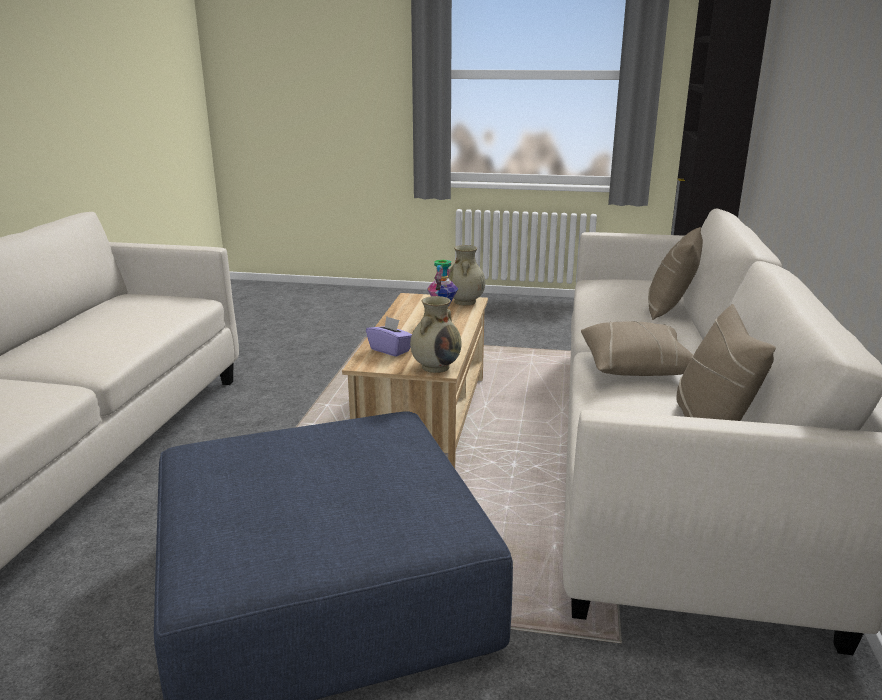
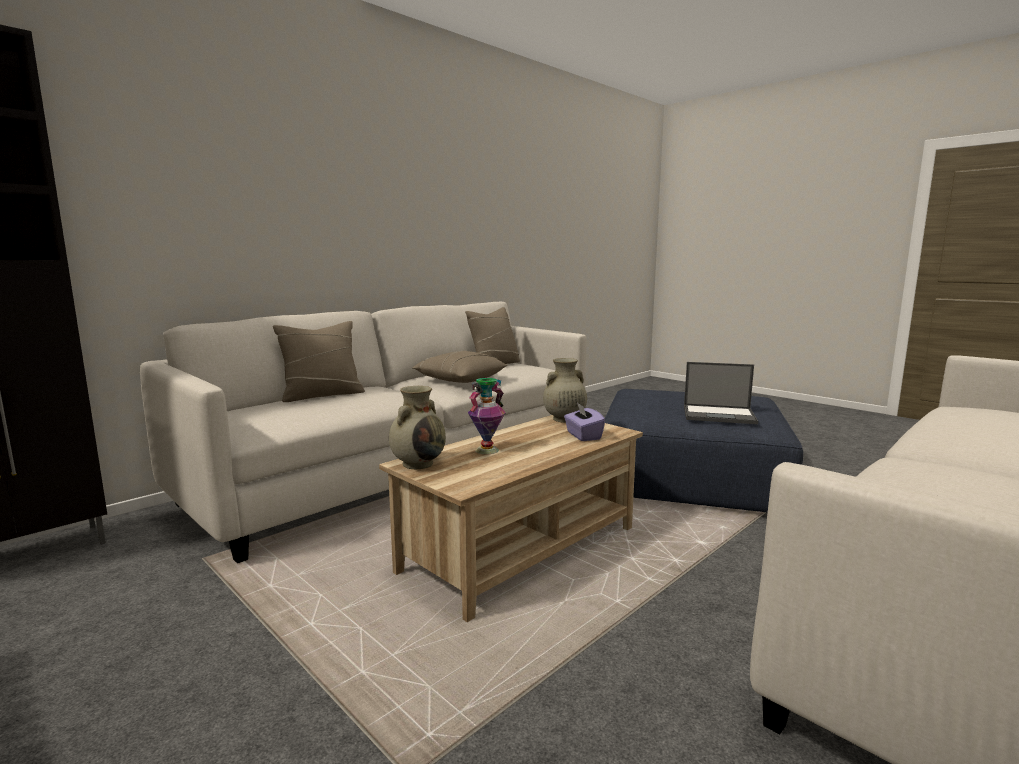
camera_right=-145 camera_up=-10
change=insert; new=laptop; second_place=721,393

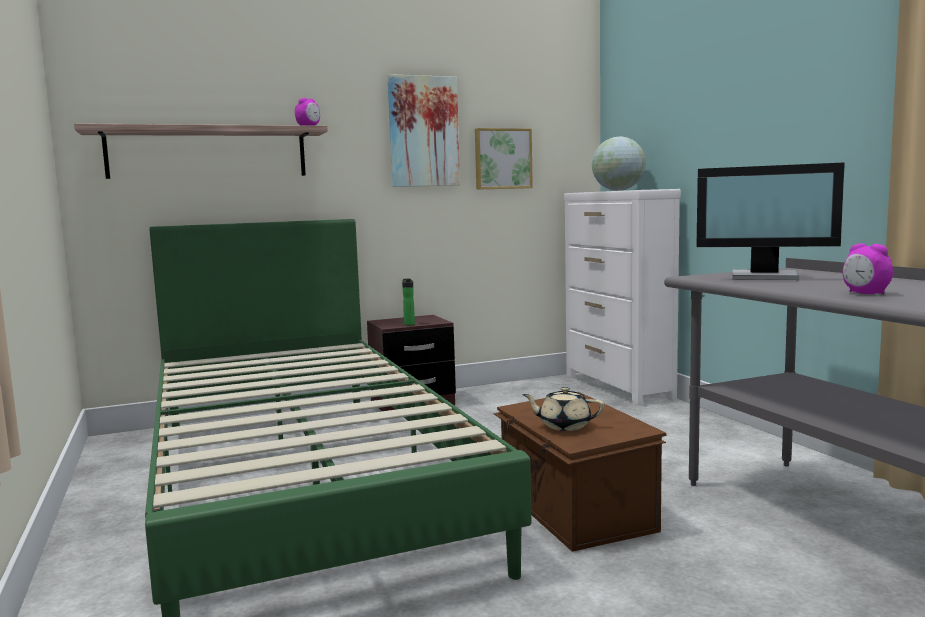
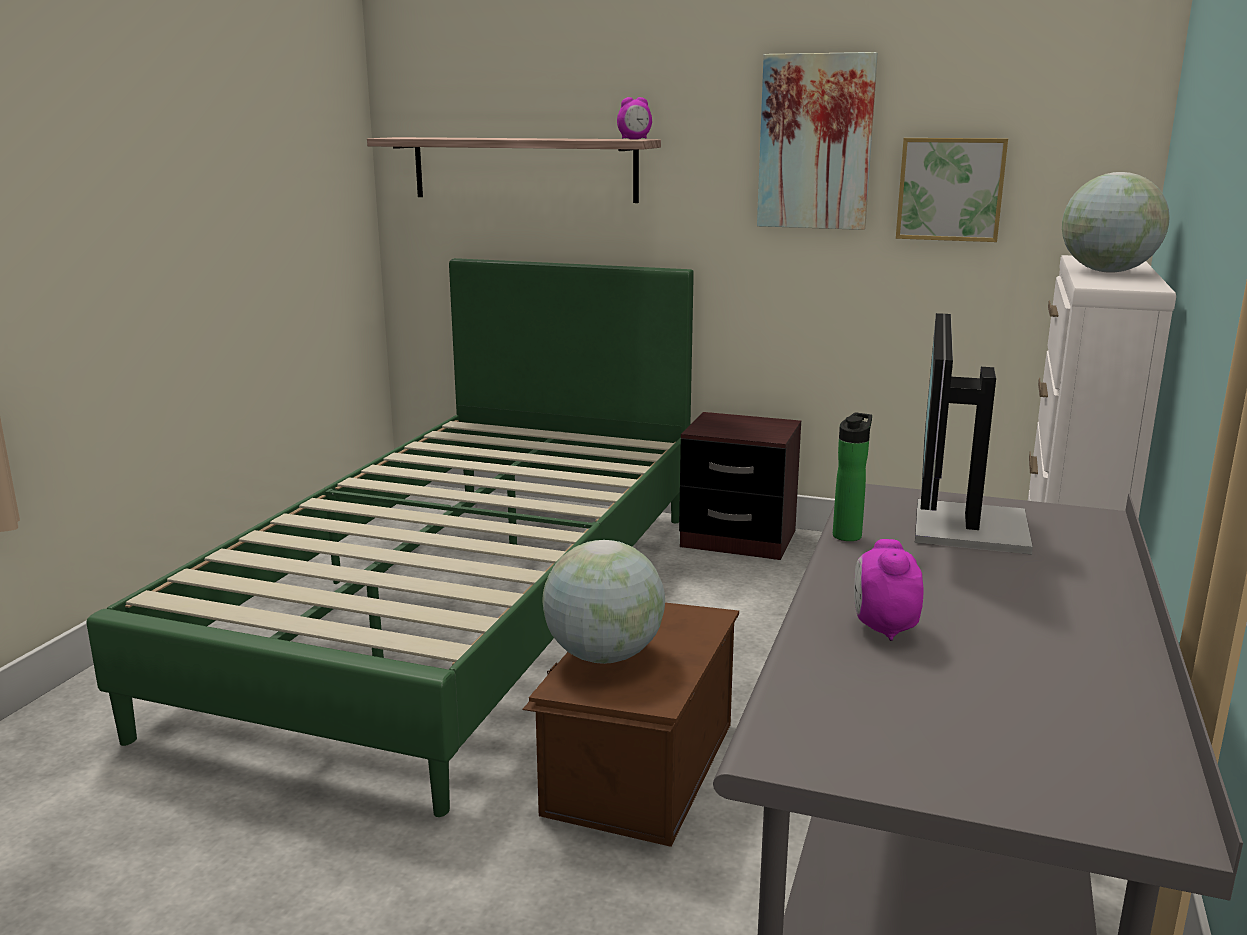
camera_right=40 camera_up=10
change=rotate; old=monitor; first_place=770,221; second_place=974,434; degrees=45
change=move; old=bottle; first_place=408,301; second_place=852,476
change=replace; old=beige teapot; new=globe; first_place=563,409; second_place=603,602

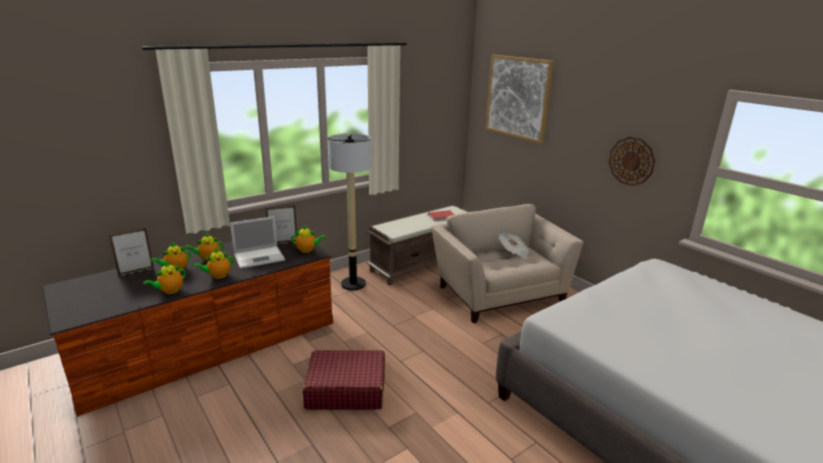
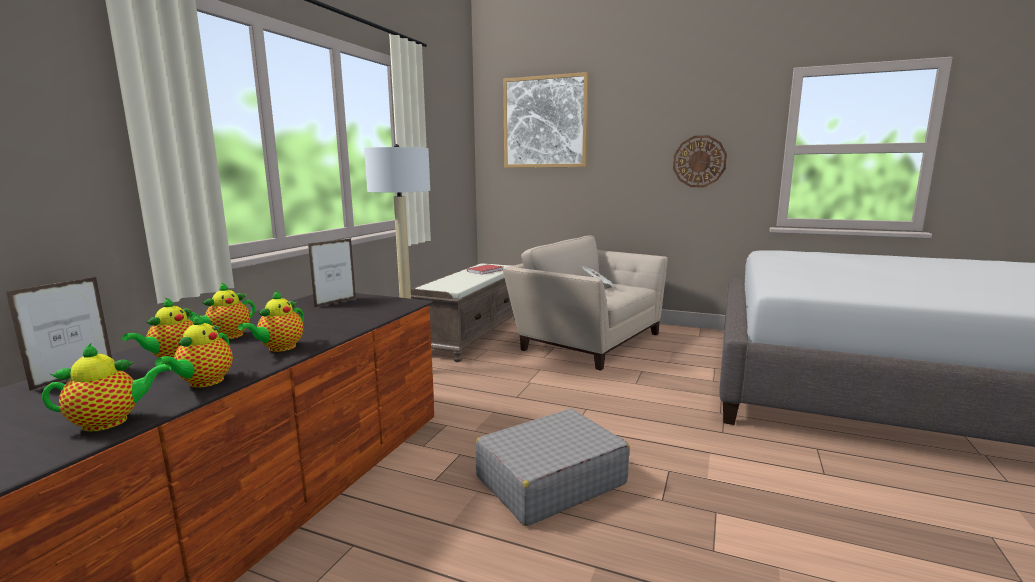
camera_right=-30 camera_up=-10
change=delete; old=laptop; first_place=257,242
change=move; old=teapot; first_place=308,239; second_place=106,387
change=recolor; old=red suitcase; new=grey suitcase; first_place=343,380; second_place=552,467

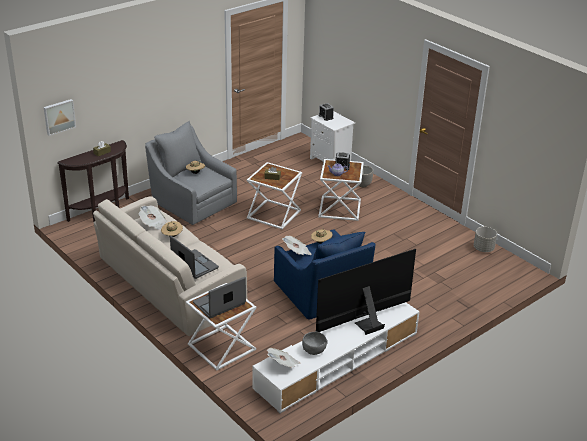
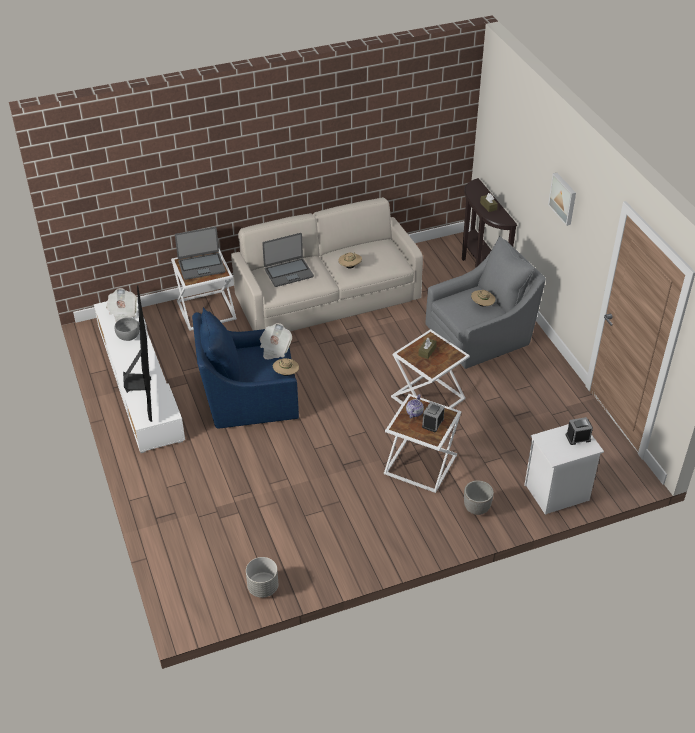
camera_right=110 camera_up=10
change=move; old=picture; first_place=60,117; second_place=562,199
change=delete; old=newspaper; first_place=152,218
change=rotate; old=laptop; first_place=219,297; second_place=200,253; degrees=90

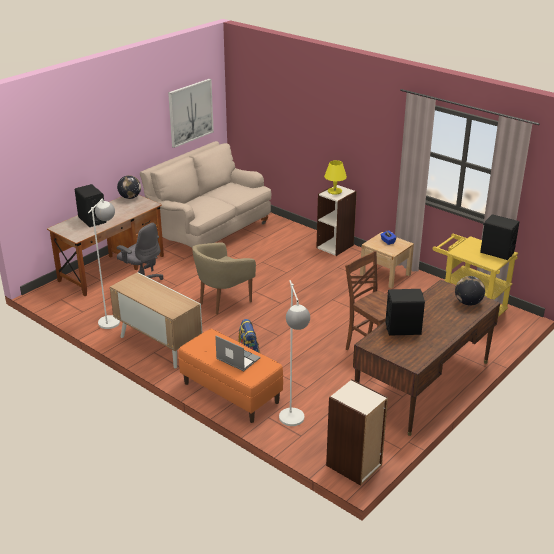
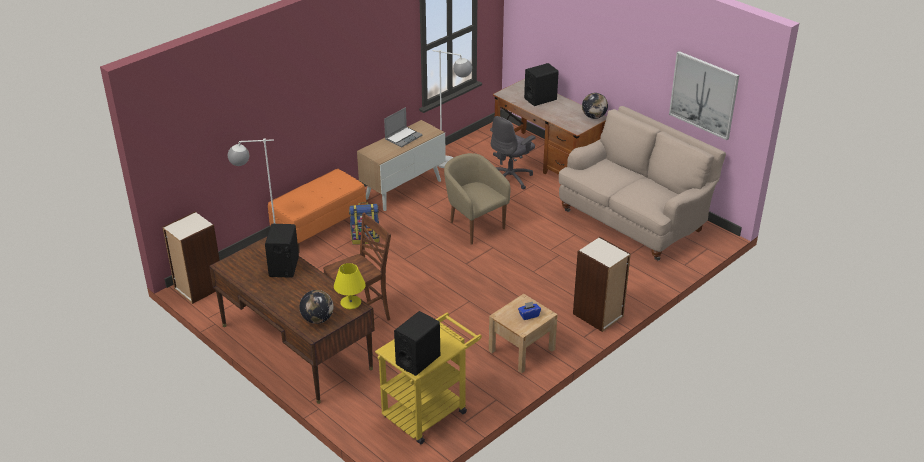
camera_right=95 camera_up=5
change=move; old=yellow table lamp; first_place=335,177; second_place=350,286
change=move; old=laptop; first_place=237,353; second_place=403,127

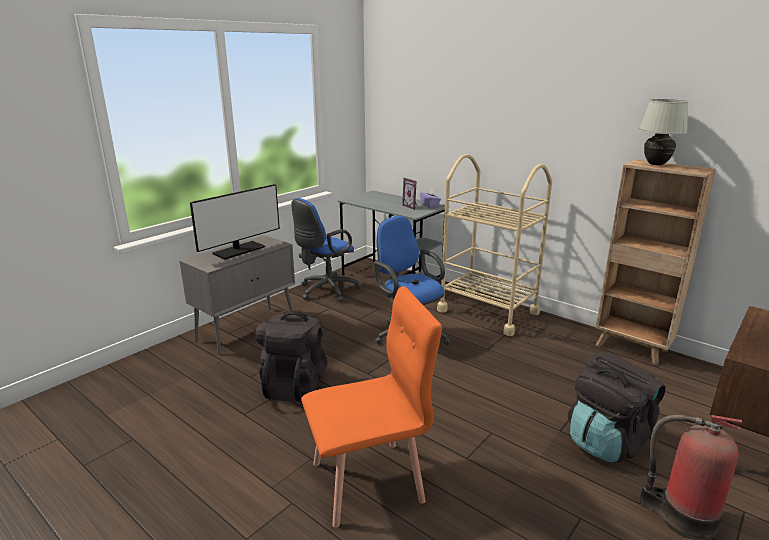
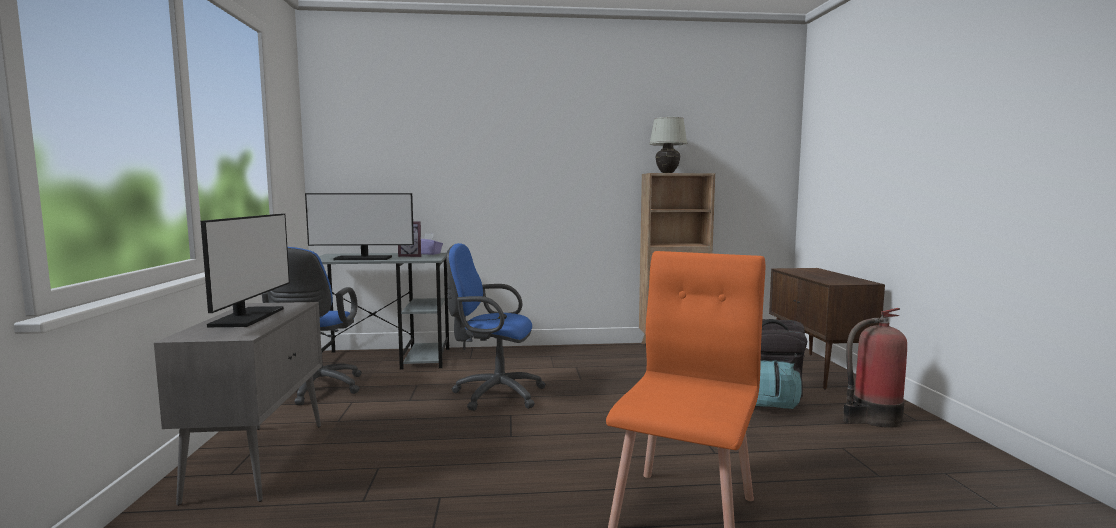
camera_right=-45 camera_up=-15
change=delete; old=beige cart; first_place=494,245
change=delete; old=black backpack; first_place=291,356
change=insert; new=monitor; second_place=359,226

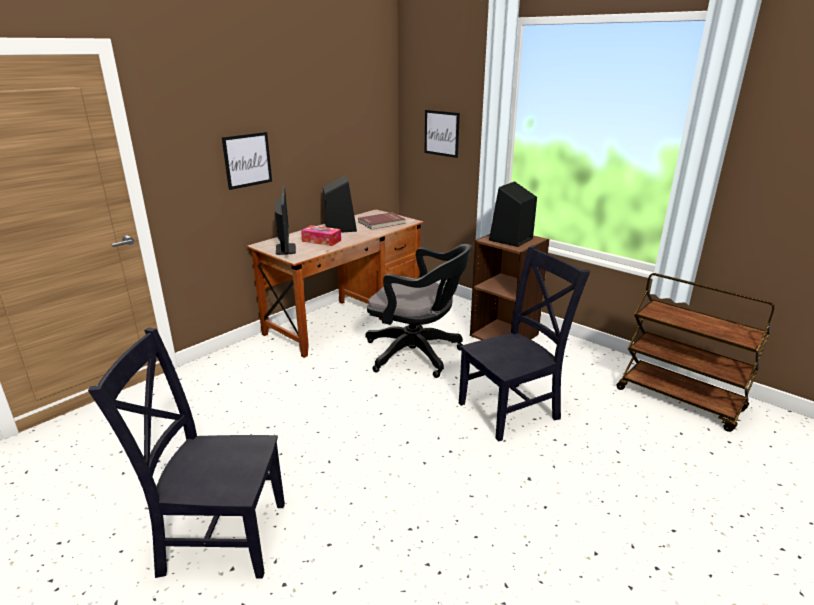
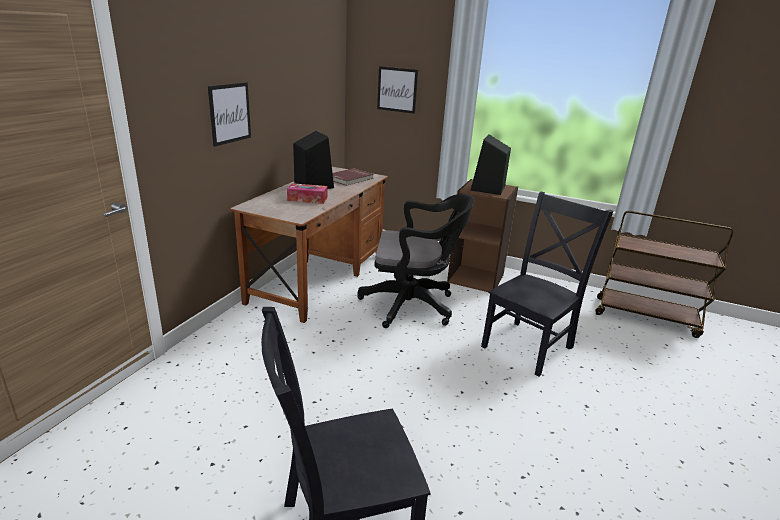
camera_right=-20 camera_up=0
change=delete; old=monitor; first_place=285,220

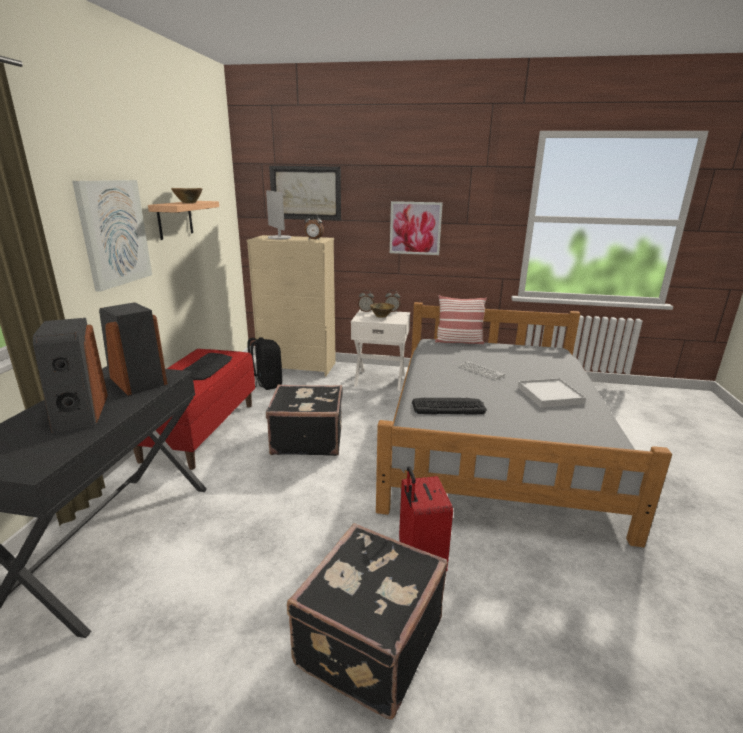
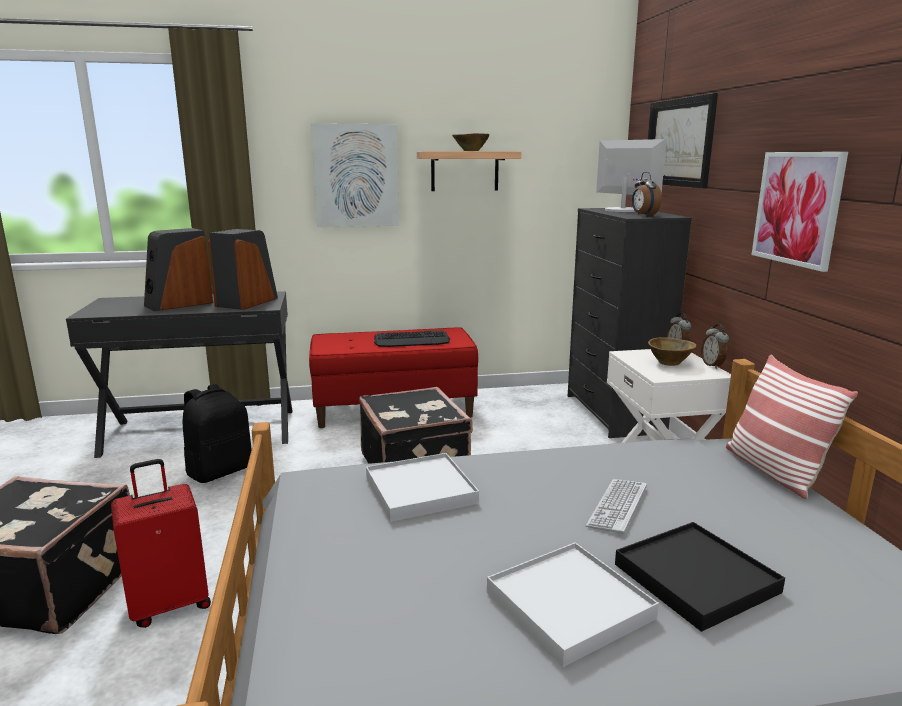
camera_right=70 camera_up=-5
change=rotate; old=monitor; first_place=278,214; second_place=631,175; degrees=105
change=recolor; old=beige dresser; new=black dresser; first_place=291,306; second_place=630,323
change=move; old=black backpack; first_place=264,363; second_place=217,433
change=replace; old=keyboard; new=white tray; first_place=449,406; second_place=422,487
change=insert; new=black tray; second_place=700,577

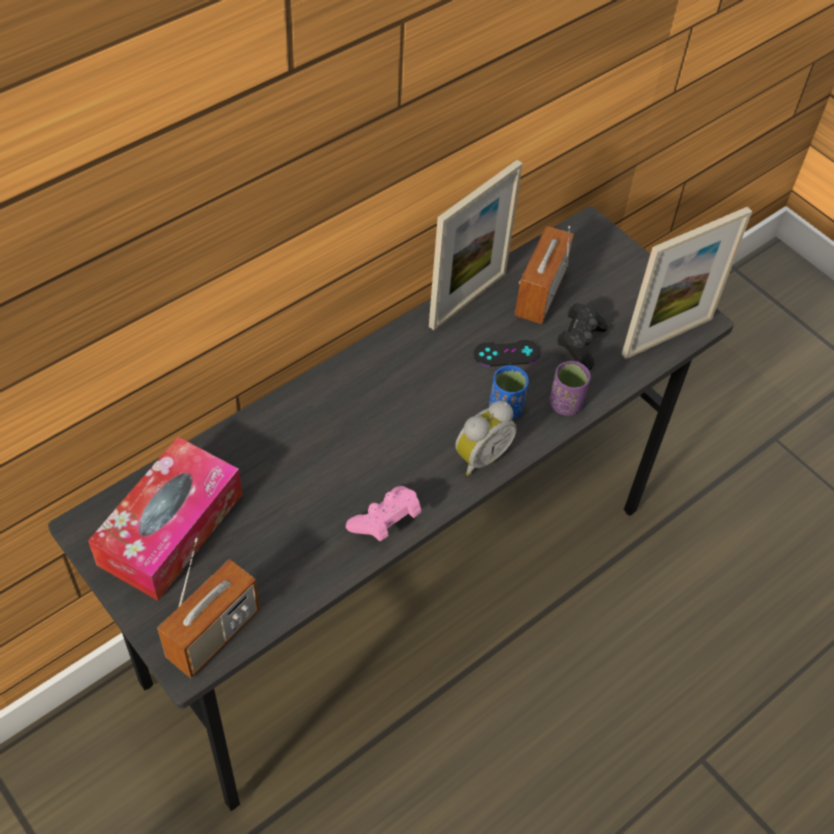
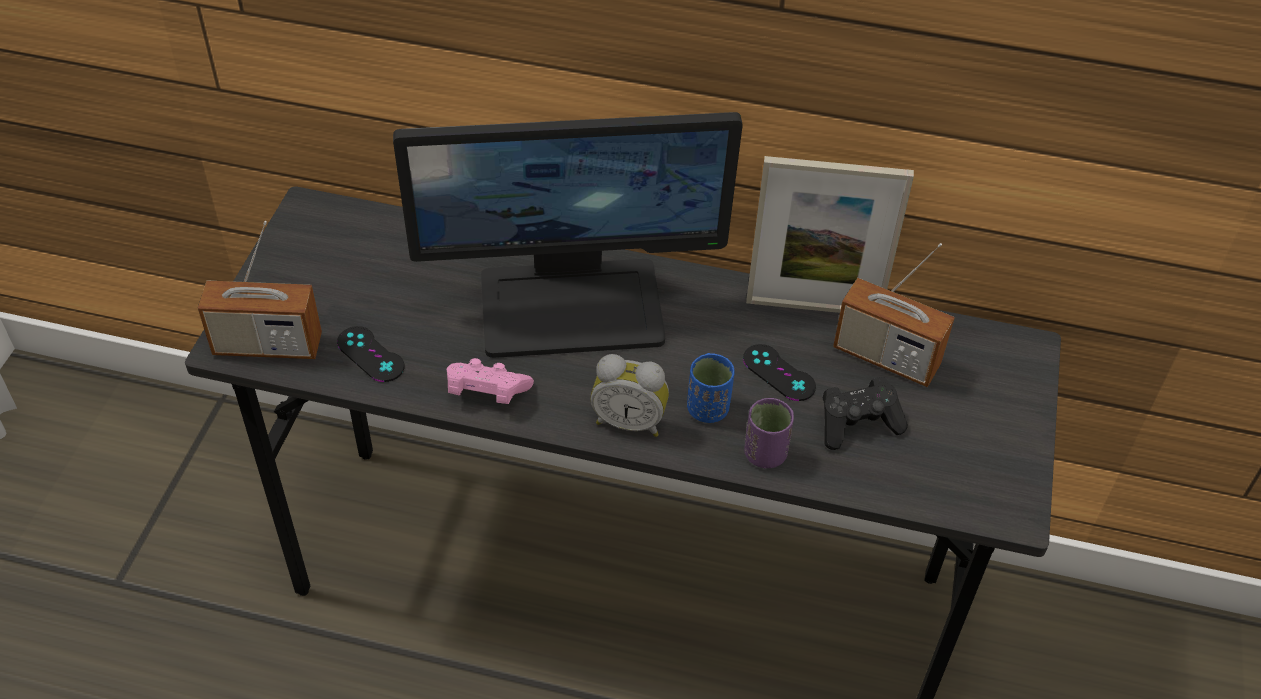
camera_right=55 camera_up=-5
change=delete; old=picture frame; first_place=687,283
change=rotate; old=radio; first_place=544,275; second_place=894,315; degrees=-135
change=delete; old=tissue box; first_place=165,519
change=insert; new=monitor; second_place=568,235
change=insert; new=black game controller; second_place=370,354

